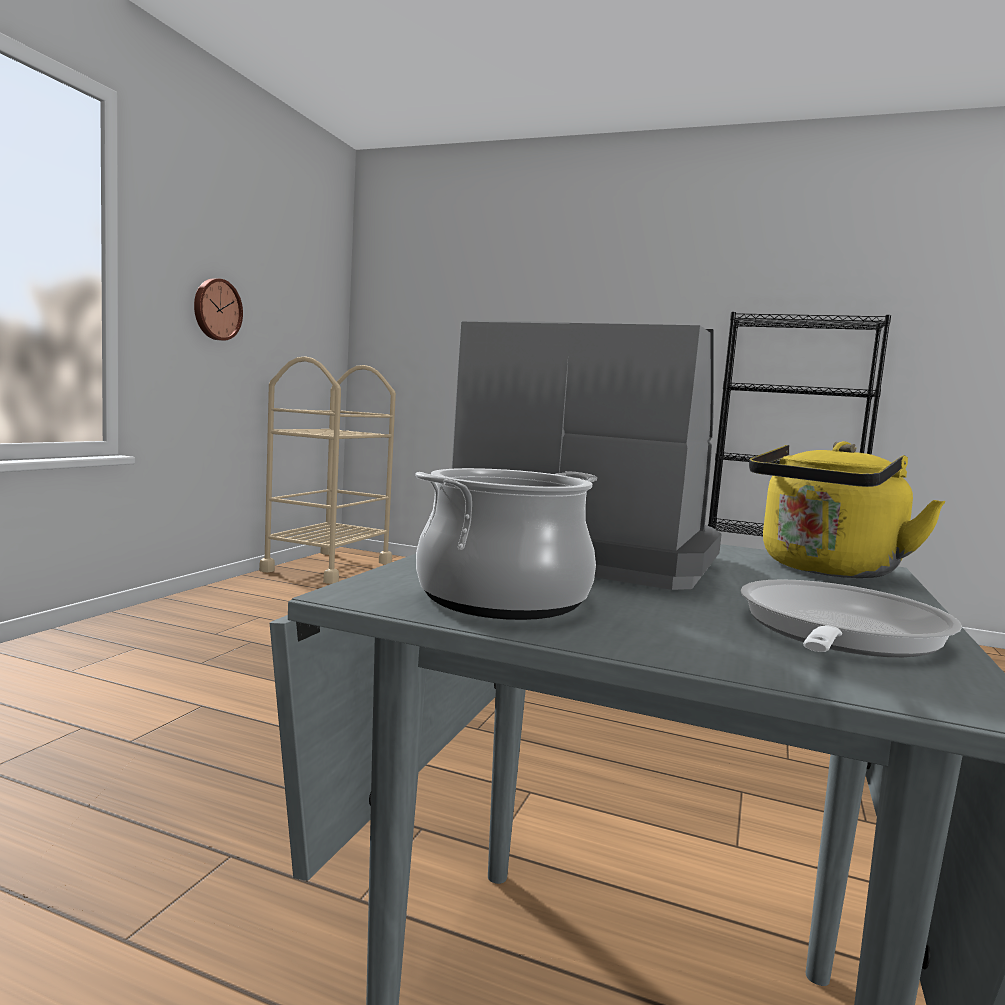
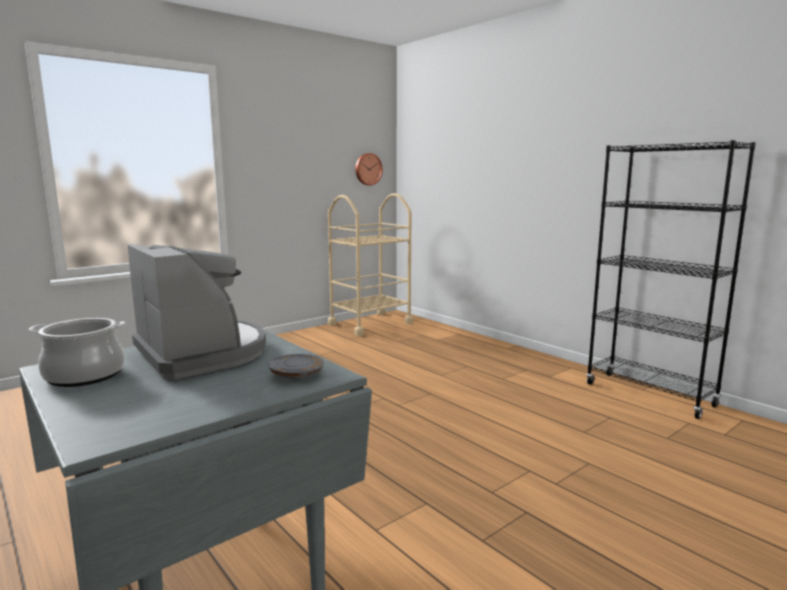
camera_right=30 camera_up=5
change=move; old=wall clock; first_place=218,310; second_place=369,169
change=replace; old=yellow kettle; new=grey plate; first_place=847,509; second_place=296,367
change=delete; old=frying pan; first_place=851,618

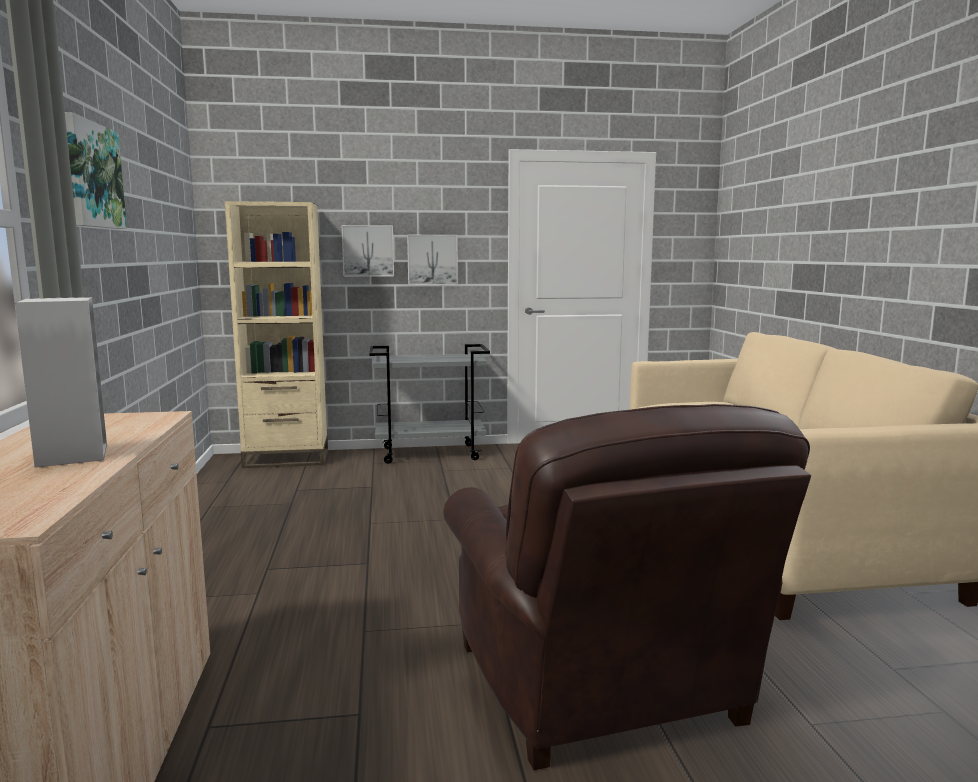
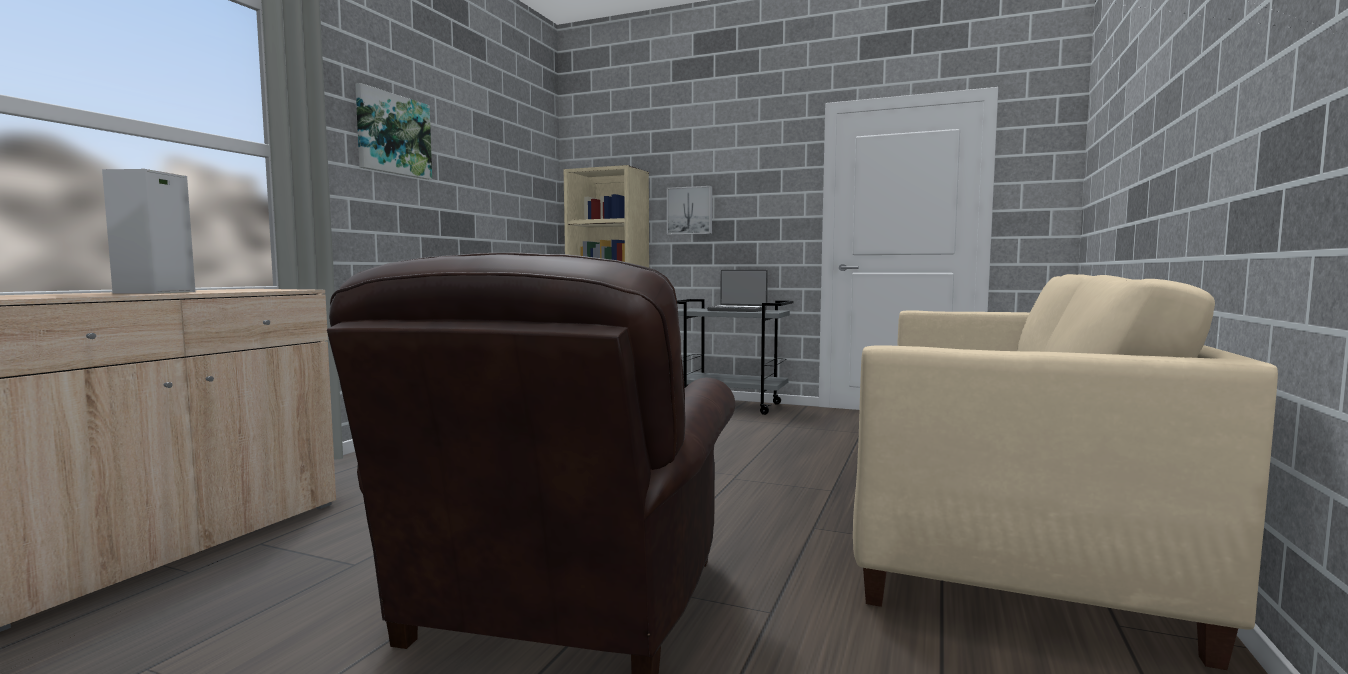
camera_right=30 camera_up=-5
change=delete; old=picture; first_place=432,260
change=insert; new=laptop; second_place=737,291

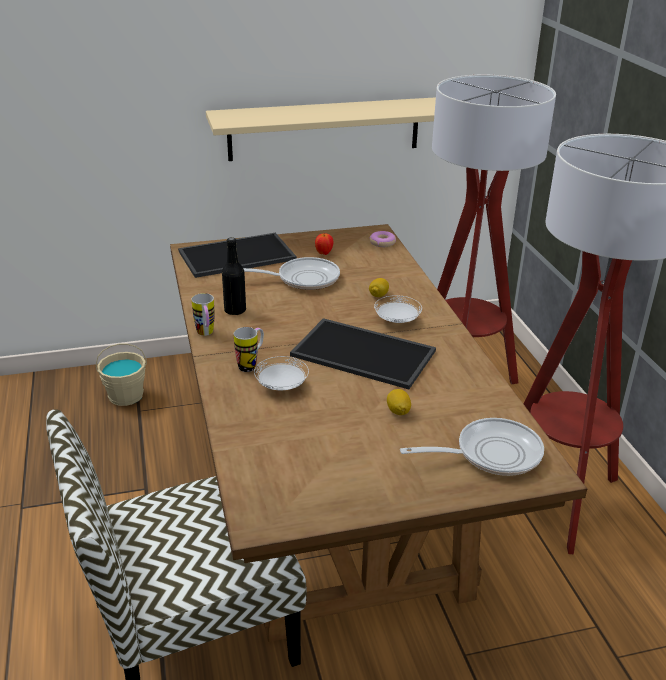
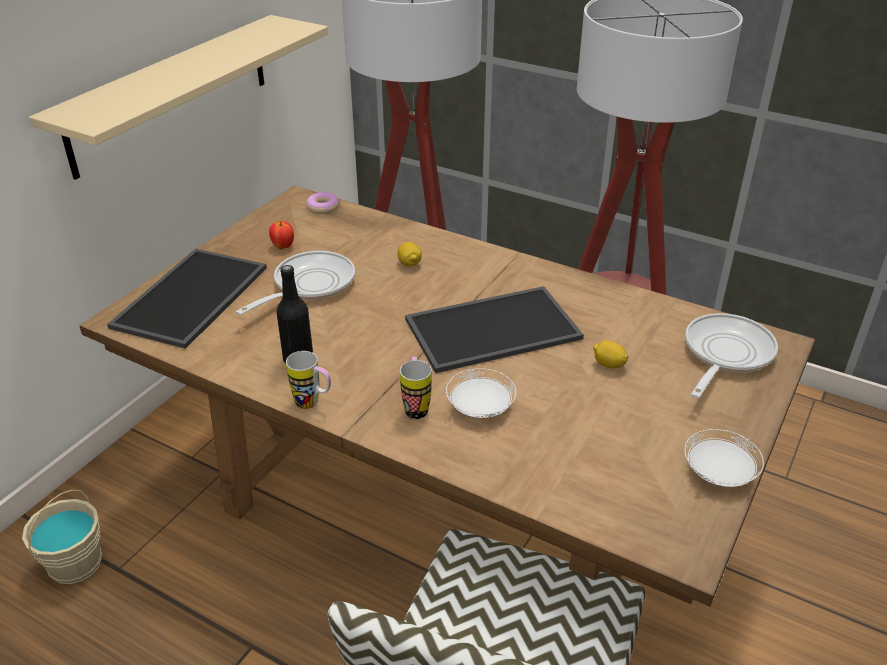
camera_right=-45 camera_up=5
change=move; old=white plate; first_place=398,309; second_place=724,458

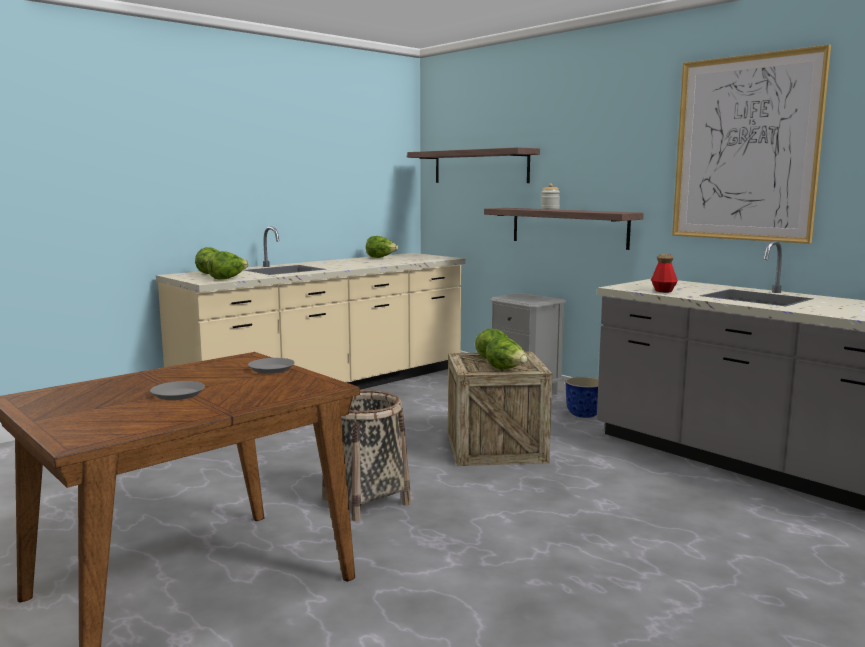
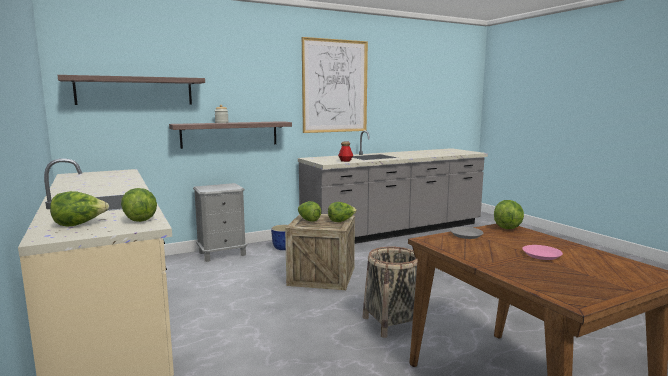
camera_right=-75 camera_up=0
change=move; old=lettuce; first_place=382,247; second_place=509,214
change=recolor; old=grey plate; new=pink plate; first_place=177,390; second_place=542,252

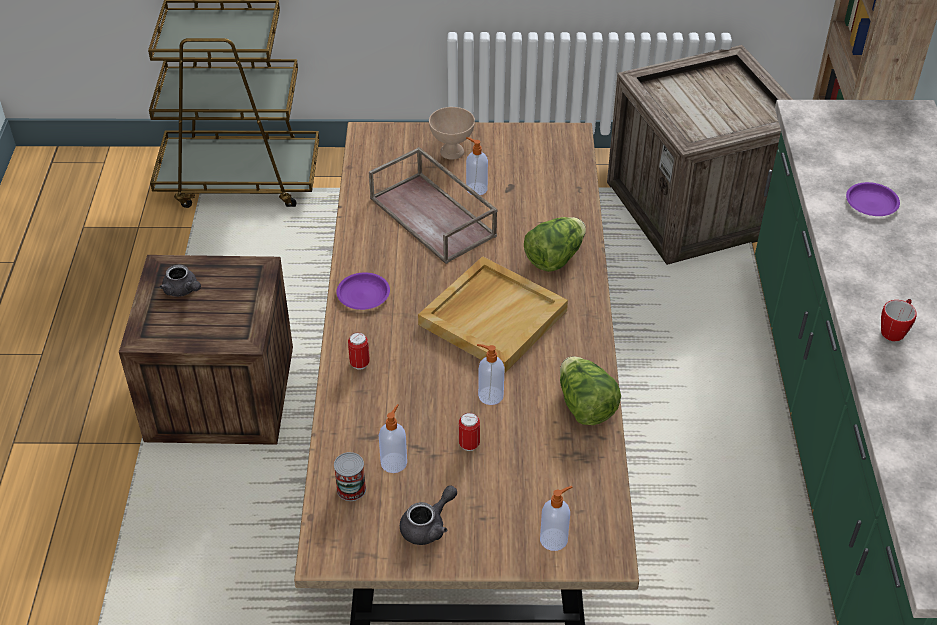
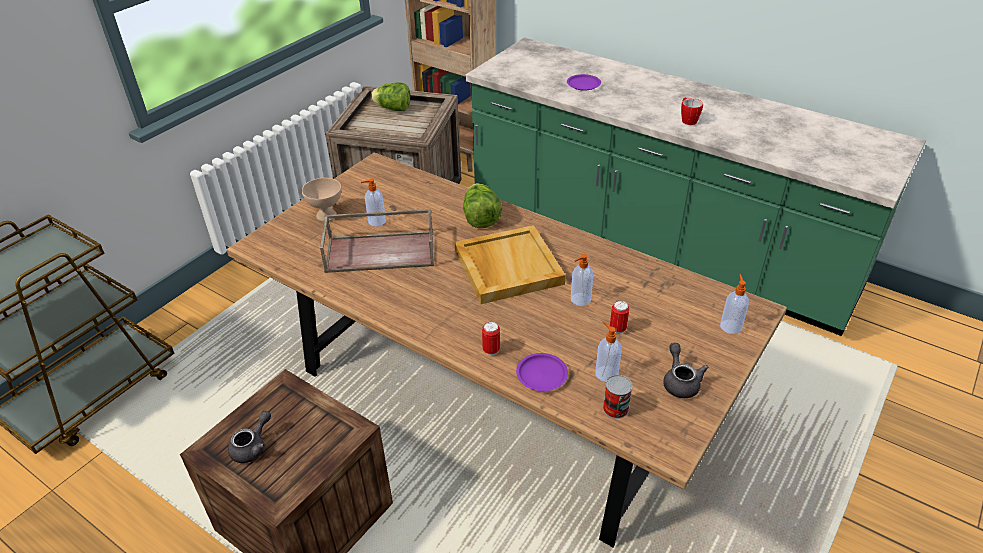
camera_right=-55 camera_up=-5
change=rotate; old=grey teapot; first_place=180,281; second_place=249,437; degrees=-45
change=move; old=purple plate; first_place=363,291; second_place=542,372
change=move; old=lettuce; first_place=590,390; second_place=390,96

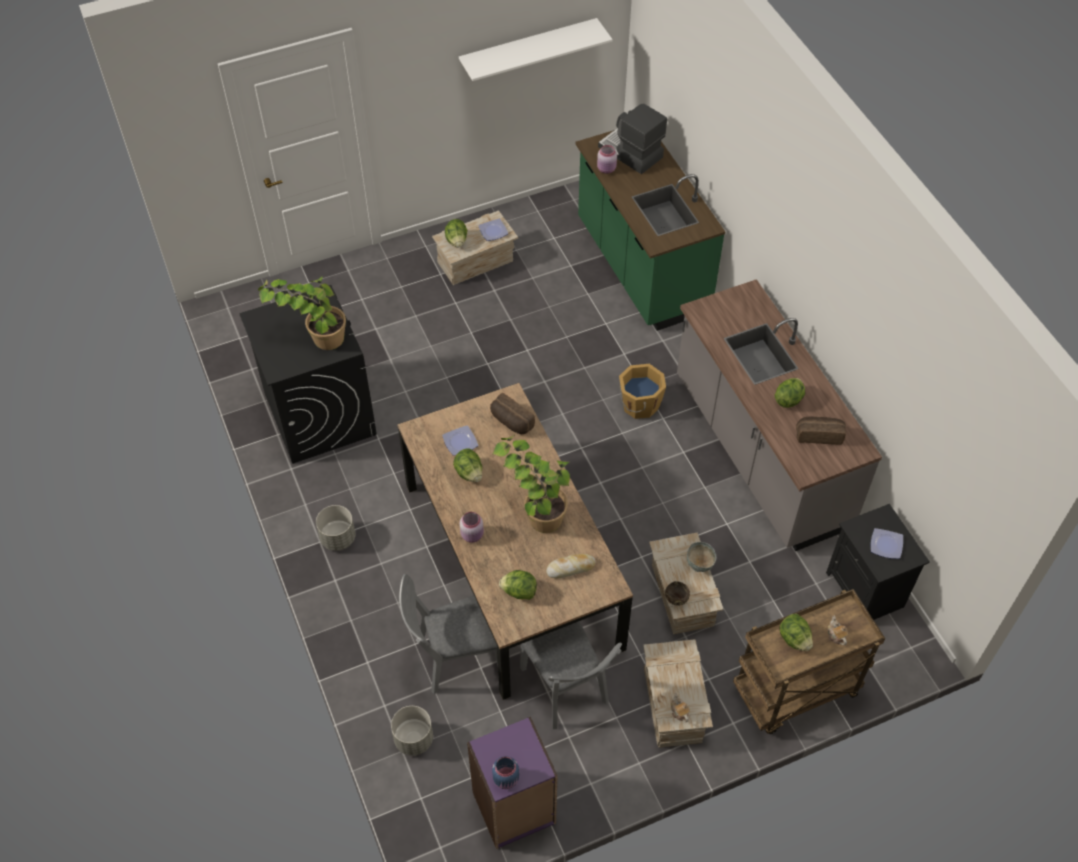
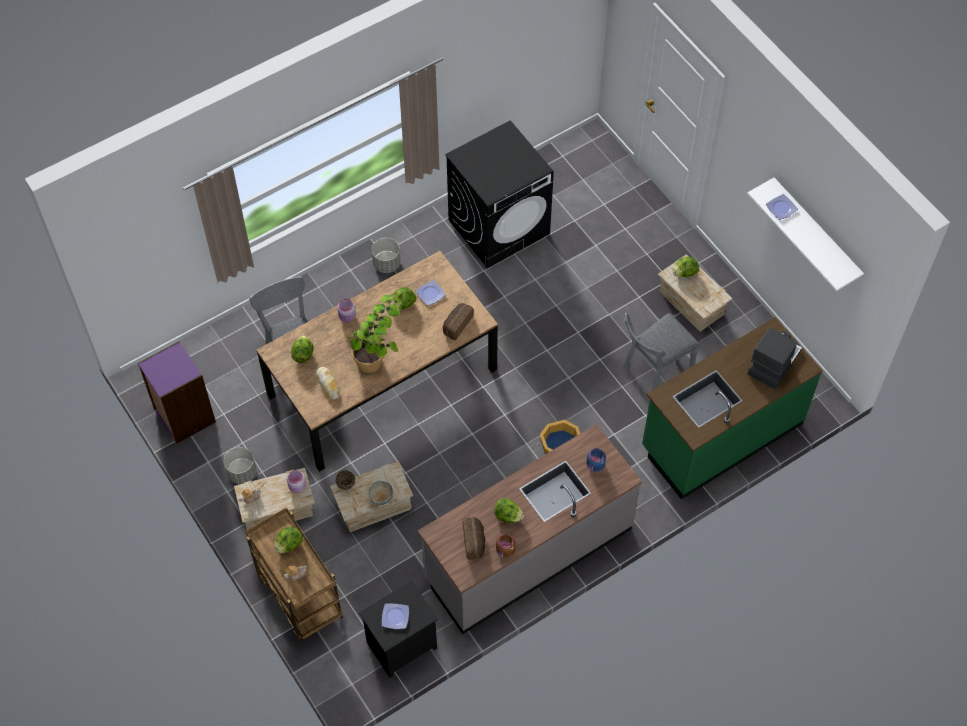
camera_right=80 camera_up=5
change=move; old=pink jar; first_place=607,159; second_place=296,481
change=move; old=plate; first_place=493,230; second_place=782,207
change=delete; old=potted plant; first_place=302,313
change=move; old=grey chair; first_place=571,675; second_place=661,351
change=move; old=grey planter; first_place=412,731; second_place=239,465
change=move; old=blue jar; first_place=505,772; second_place=596,460
change=insert; new=brown jar; second_place=506,546

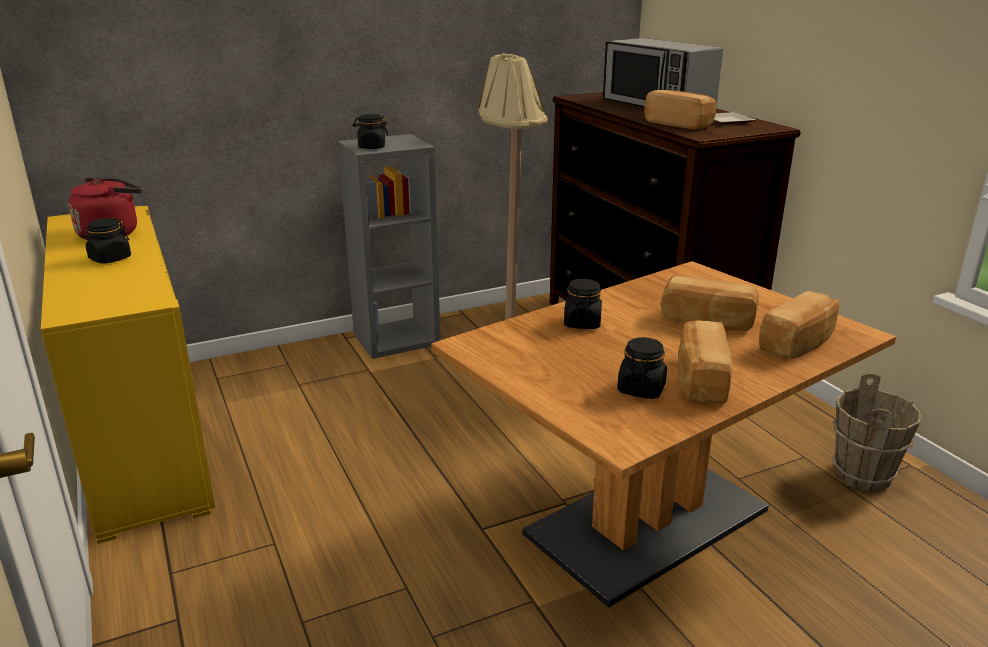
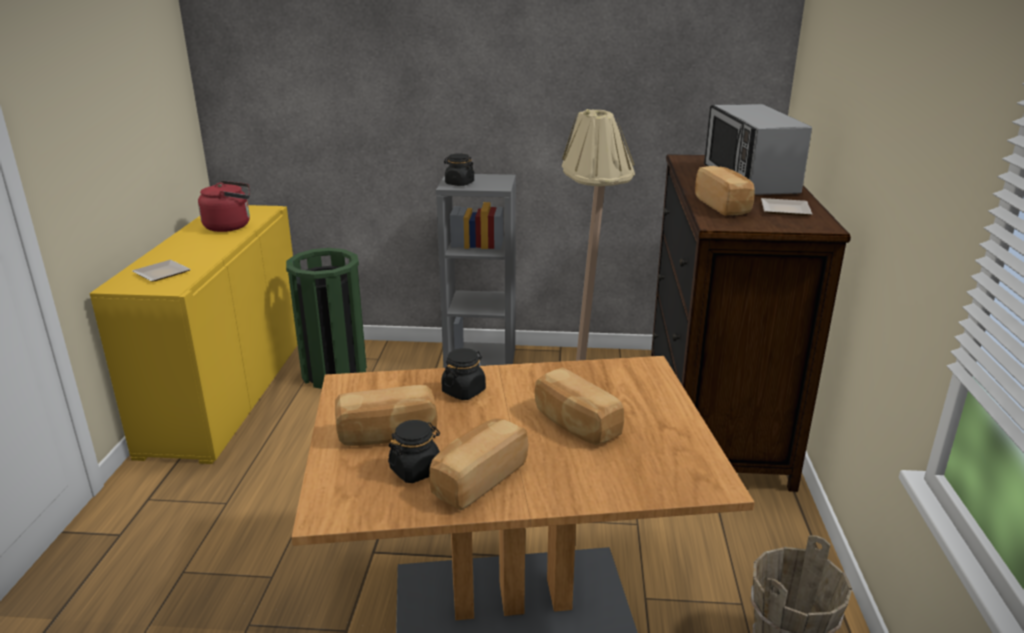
camera_right=30 camera_up=0
change=delete; old=black jar; first_place=106,241
change=move; old=bread; first_place=799,325; second_place=386,415
change=insert; new=green trash can; second_place=326,318
change=insert; new=plate; second_place=161,271

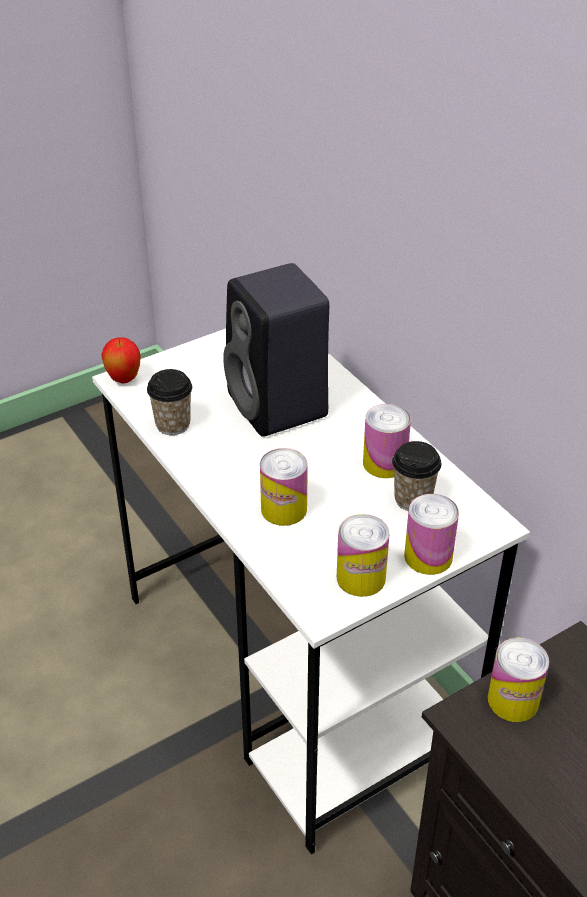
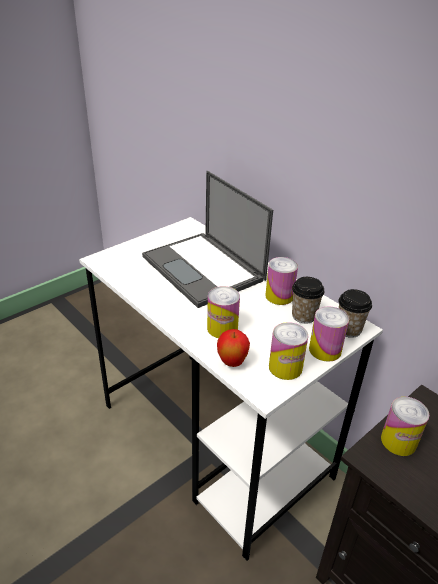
camera_right=-10 camera_up=-5
change=replace; old=black speaker; new=laptop; first_place=276,349; second_place=207,239
change=move; old=apple; first_place=121,360; second_place=233,348
change=move; old=cup; first_place=169,402; second_place=355,313

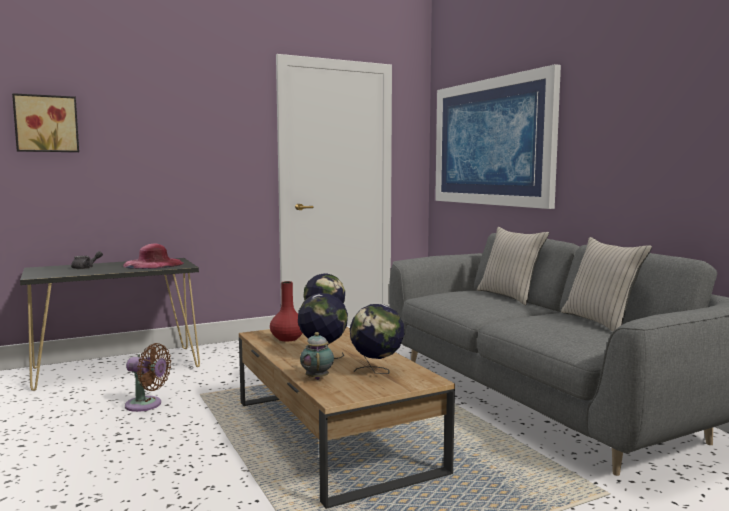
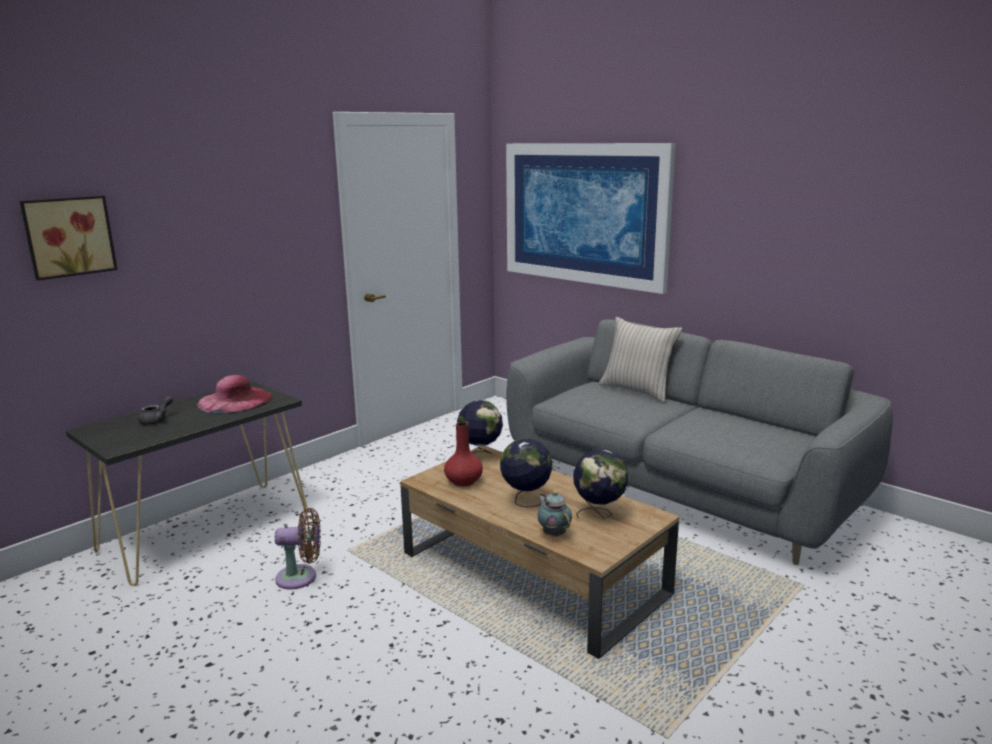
camera_right=-20 camera_up=10
change=delete; old=beige pillow; first_place=606,284

